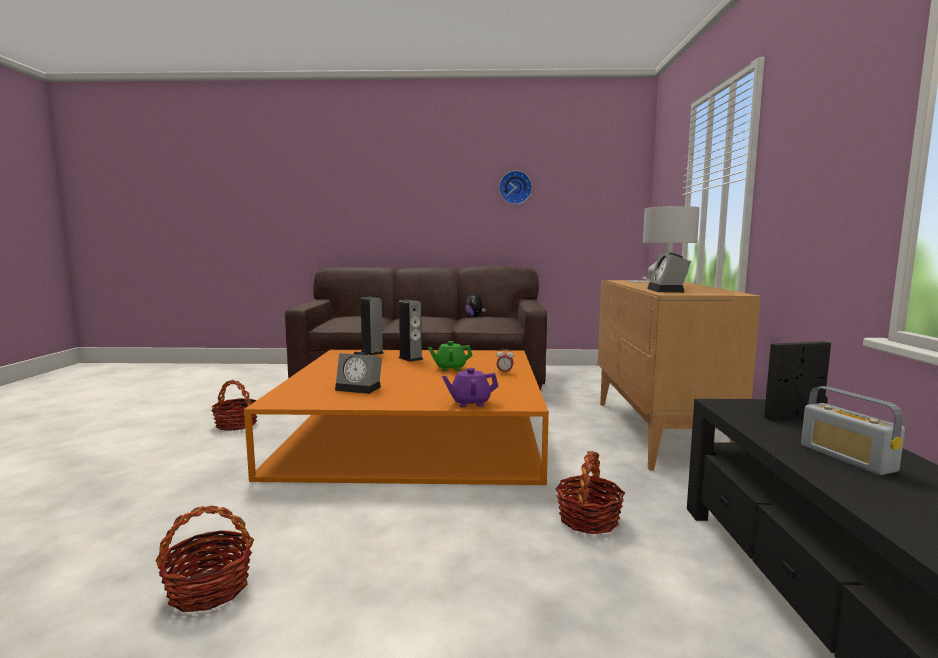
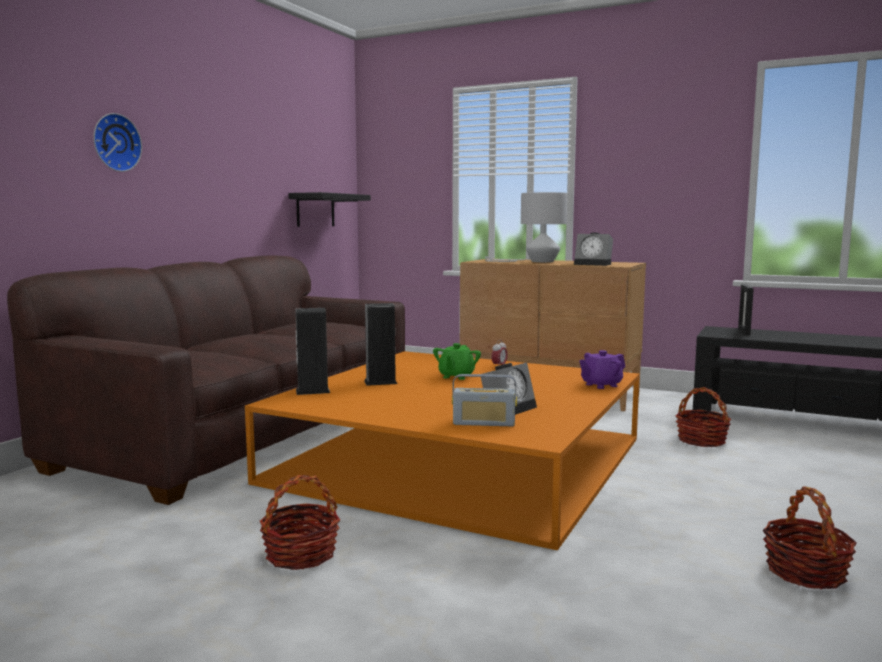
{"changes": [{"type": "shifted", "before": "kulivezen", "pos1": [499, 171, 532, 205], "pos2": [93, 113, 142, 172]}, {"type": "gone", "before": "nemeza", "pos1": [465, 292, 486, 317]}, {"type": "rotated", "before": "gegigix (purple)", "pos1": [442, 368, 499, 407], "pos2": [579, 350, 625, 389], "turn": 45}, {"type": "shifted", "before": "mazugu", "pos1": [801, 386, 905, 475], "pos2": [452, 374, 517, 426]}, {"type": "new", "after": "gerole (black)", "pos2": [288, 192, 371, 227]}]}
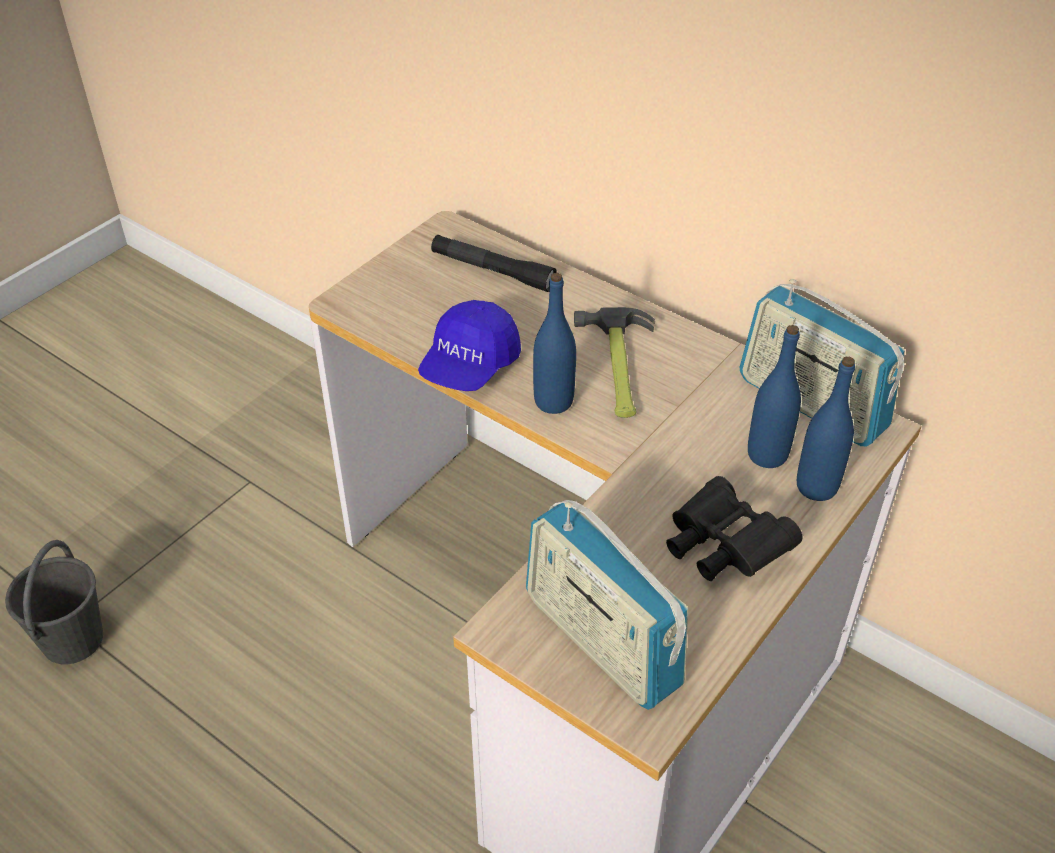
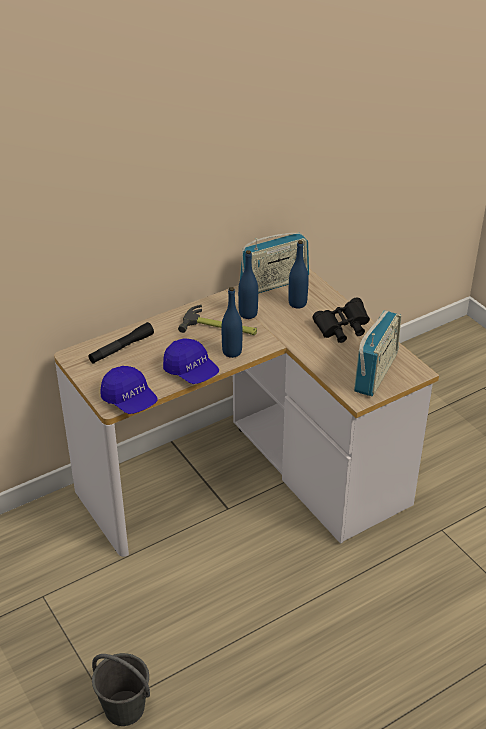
{"changes": [{"type": "shifted", "before": "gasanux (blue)", "pos1": [797, 357, 855, 501], "pos2": [238, 250, 258, 319]}, {"type": "rotated", "before": "mazugu", "pos1": [526, 500, 688, 710], "pos2": [354, 310, 401, 397], "turn": -45}, {"type": "new", "after": "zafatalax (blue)", "pos2": [101, 366, 158, 414]}]}
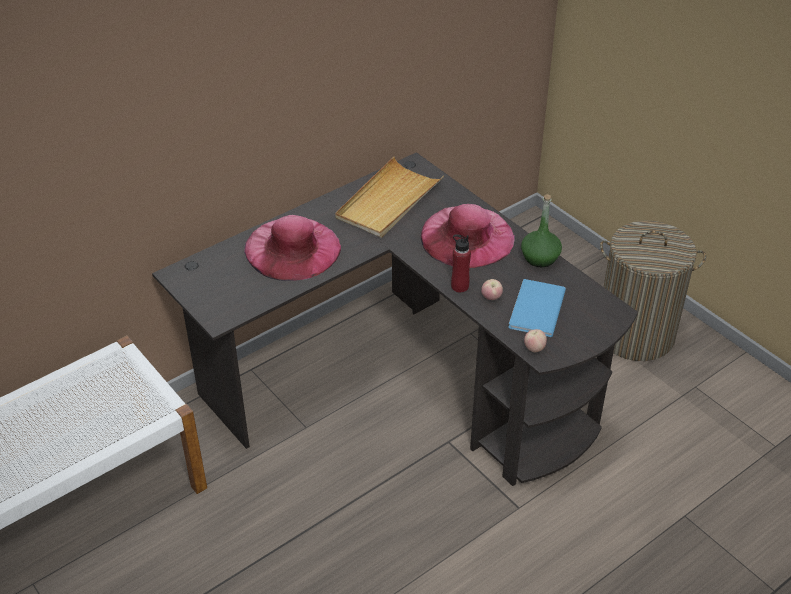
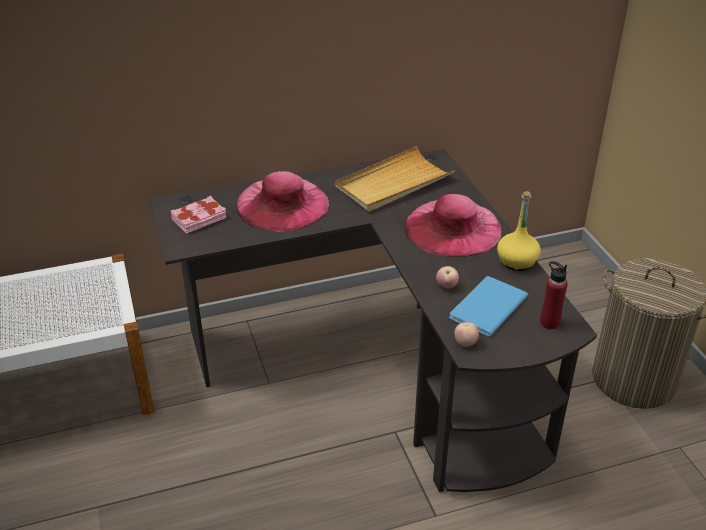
{"changes": [{"type": "repainted", "before": "gasanux (green)", "after": "gasanux (yellow)", "pos1": [521, 194, 562, 267], "pos2": [497, 191, 541, 271]}, {"type": "shifted", "before": "gasanux (red)", "pos1": [451, 234, 471, 293], "pos2": [540, 261, 568, 329]}, {"type": "new", "after": "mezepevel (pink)", "pos2": [171, 196, 227, 234]}]}
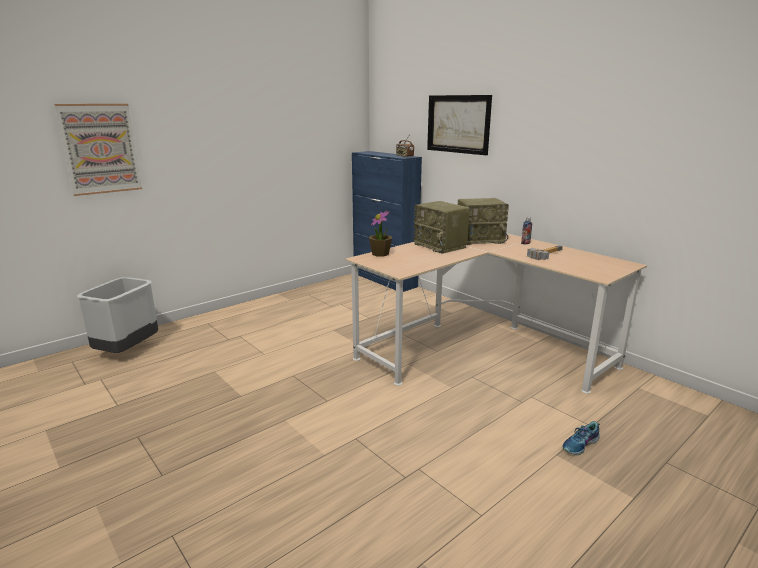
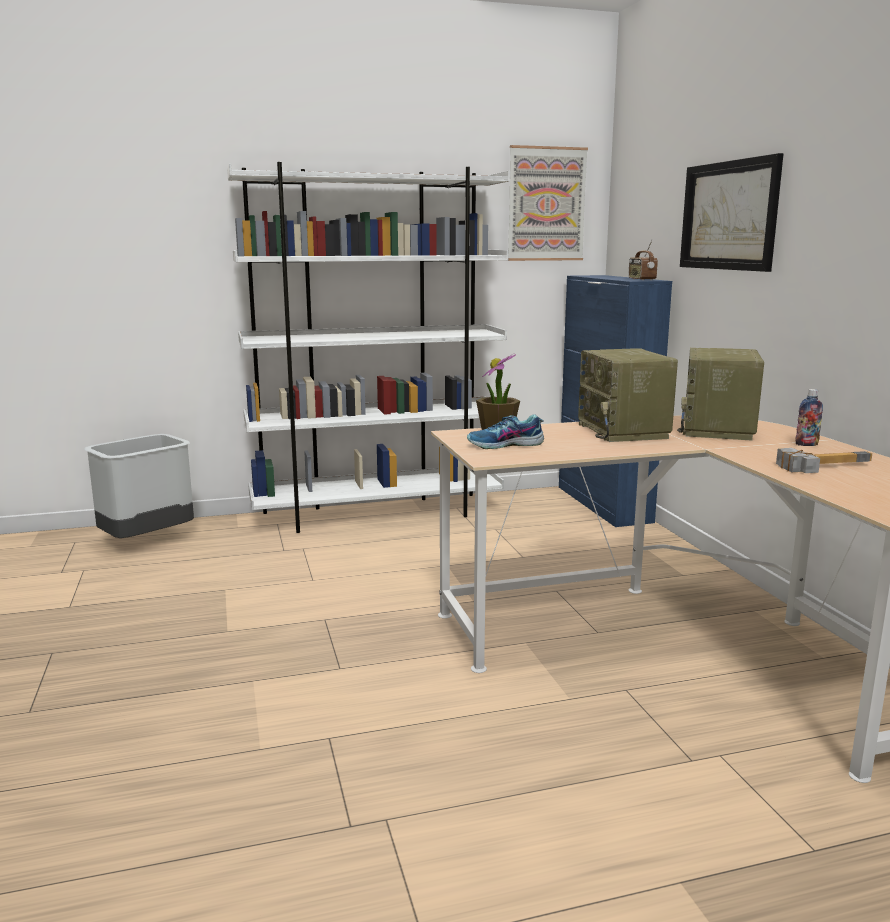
{"changes": [{"type": "shifted", "before": "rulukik", "pos1": [55, 104, 142, 196], "pos2": [508, 145, 588, 261]}, {"type": "rotated", "before": "mazugu", "pos1": [458, 198, 509, 245], "pos2": [677, 348, 764, 441], "turn": 90}, {"type": "shifted", "before": "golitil", "pos1": [562, 421, 600, 455], "pos2": [467, 414, 544, 449]}, {"type": "new", "after": "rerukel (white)", "pos2": [227, 162, 510, 533]}]}
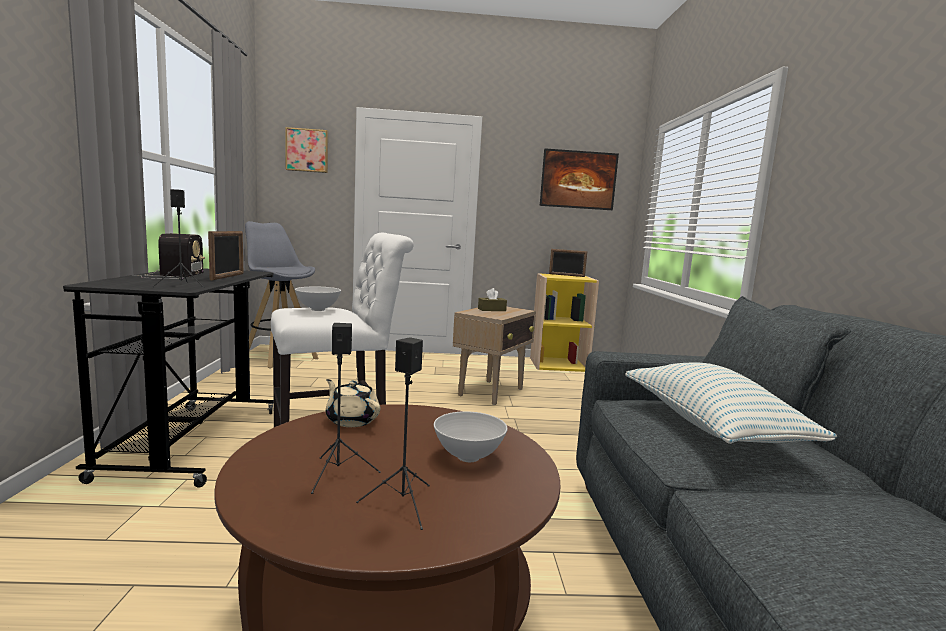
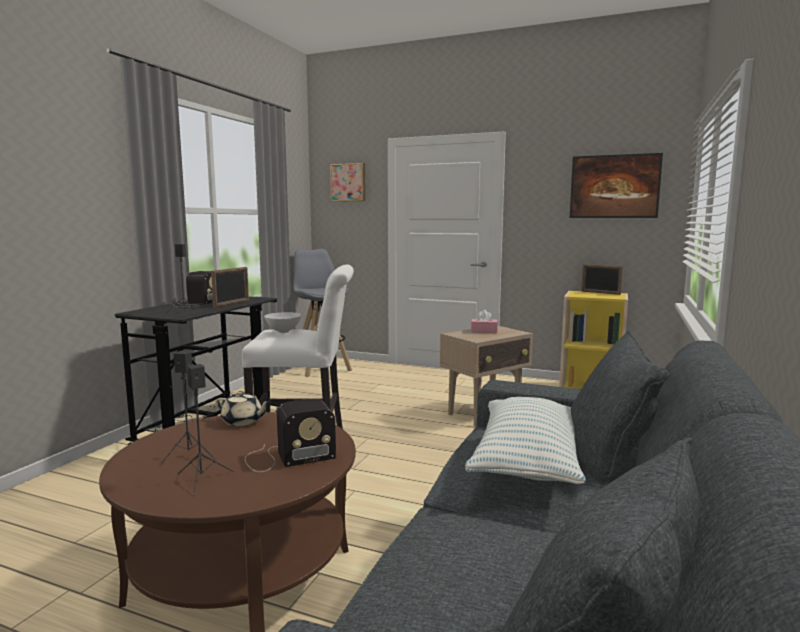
{"changes": [{"type": "repainted", "before": "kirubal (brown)", "after": "kirubal (pink)", "pos1": [478, 288, 507, 311], "pos2": [471, 310, 498, 333]}, {"type": "rotated", "before": "gegigix (beige)", "pos1": [326, 379, 381, 427], "pos2": [216, 391, 271, 426], "turn": 135}, {"type": "swapped", "before": "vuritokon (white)", "after": "mazugu", "pos1": [434, 411, 508, 462], "pos2": [245, 398, 336, 472]}]}
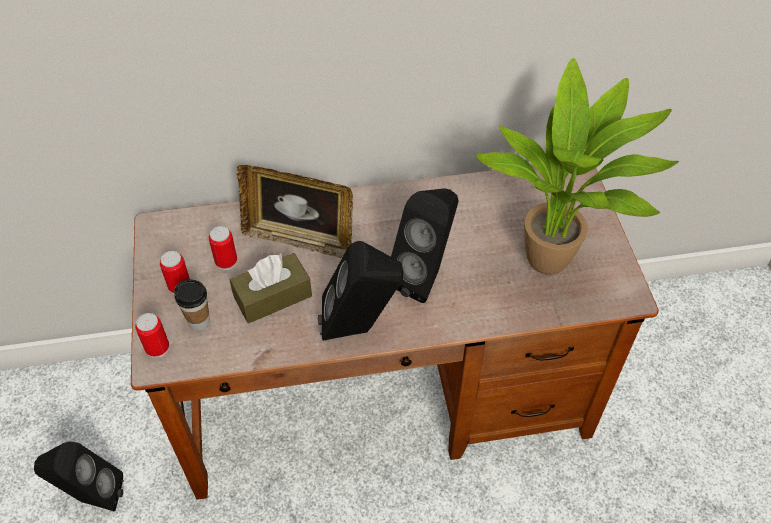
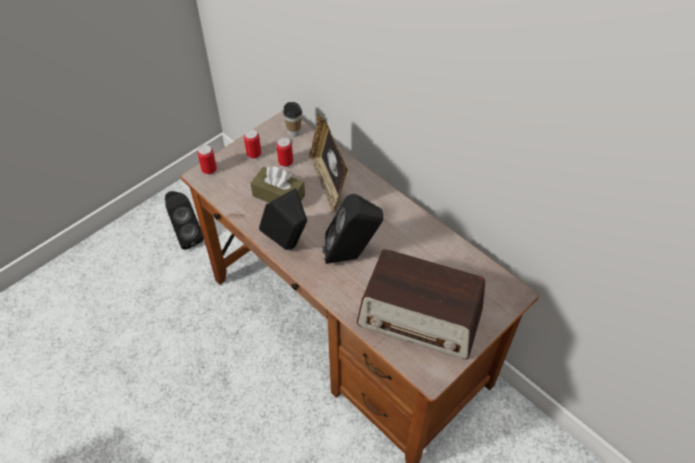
{"changes": [{"type": "swapped", "before": "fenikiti", "after": "mazugu", "pos1": [475, 58, 679, 275], "pos2": [357, 249, 485, 359]}, {"type": "shifted", "before": "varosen", "pos1": [174, 279, 210, 330], "pos2": [283, 102, 302, 137]}]}
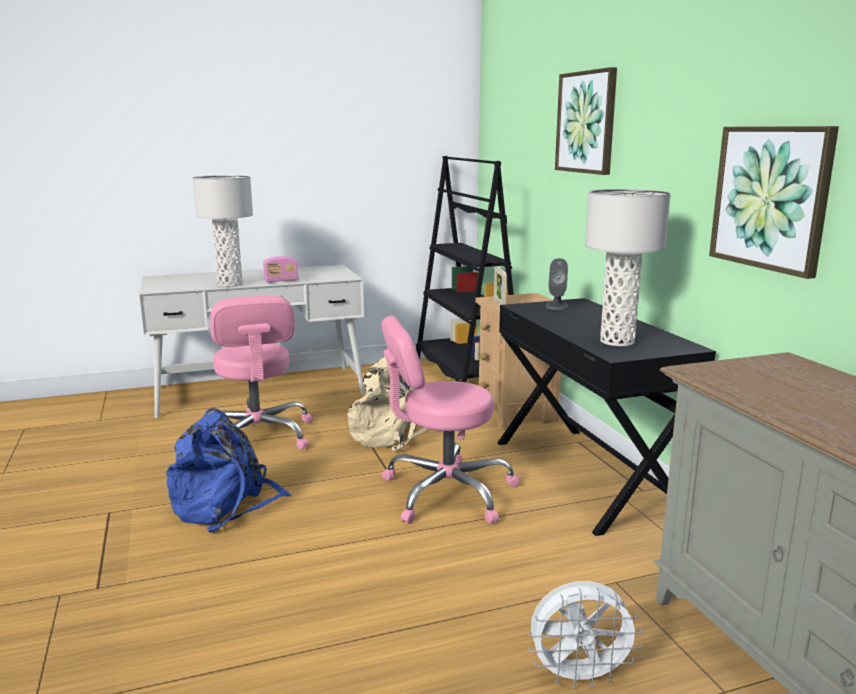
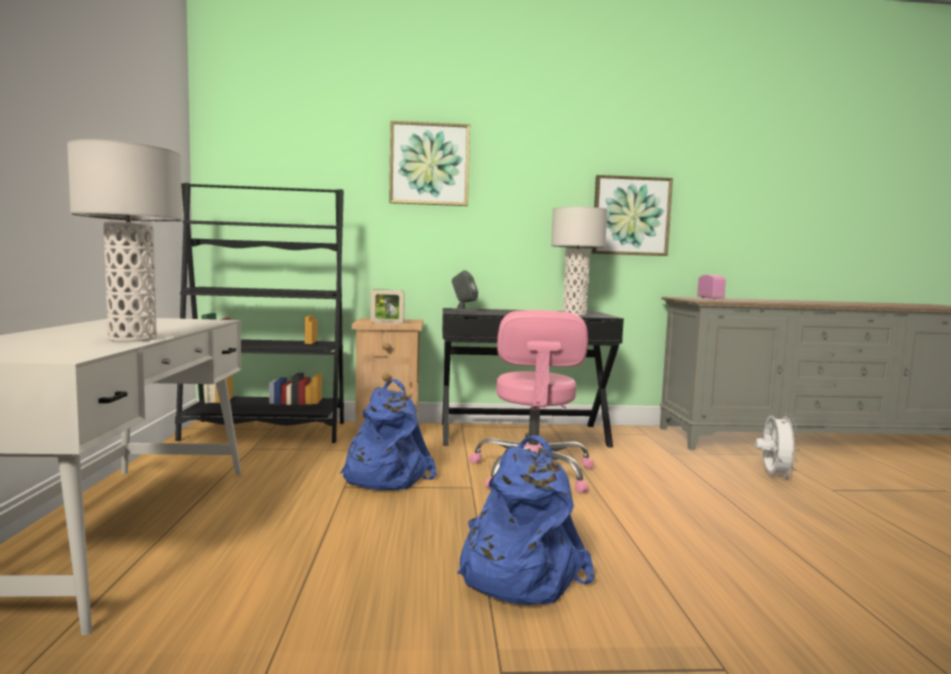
{"changes": [{"type": "shifted", "before": "mazugu", "pos1": [263, 256, 298, 283], "pos2": [697, 275, 726, 299]}, {"type": "gone", "before": "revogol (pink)", "pos1": [201, 296, 313, 450]}, {"type": "repainted", "before": "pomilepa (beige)", "after": "pomilepa (blue)", "pos1": [347, 356, 428, 452], "pos2": [340, 379, 437, 490]}]}
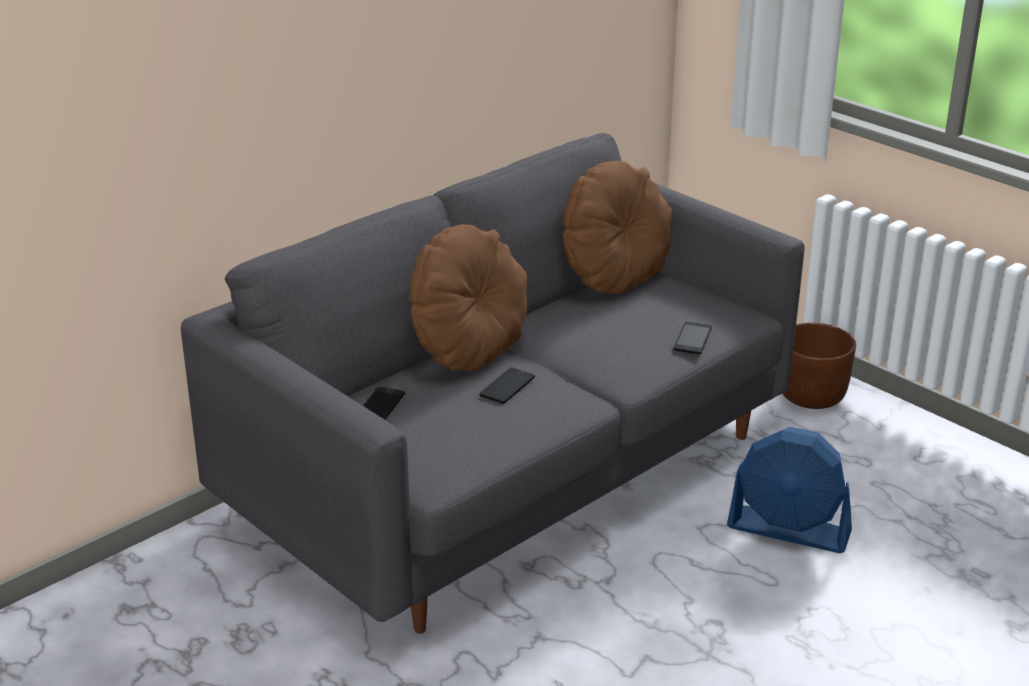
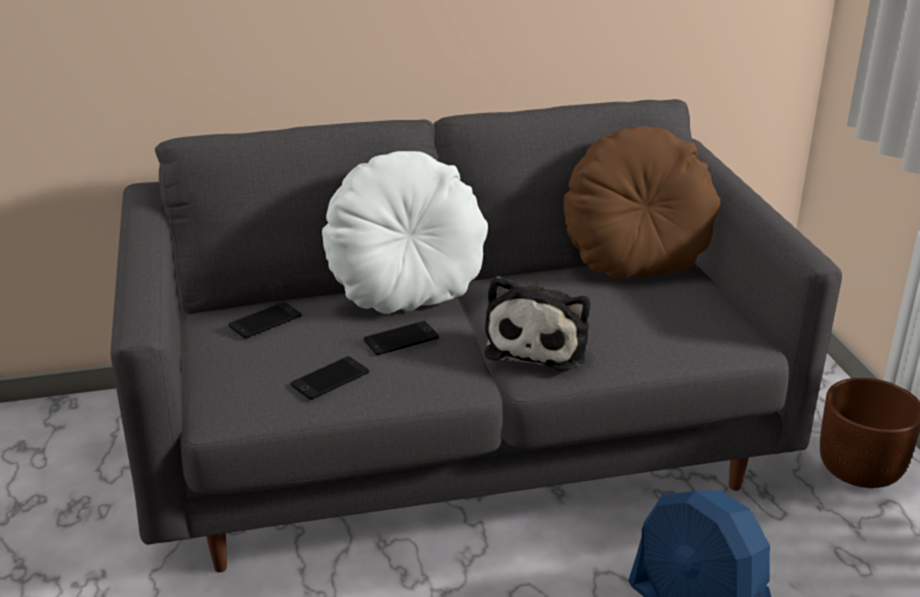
{"changes": [{"type": "repainted", "before": "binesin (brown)", "after": "binesin (white)", "pos1": [409, 224, 527, 371], "pos2": [322, 151, 488, 314]}, {"type": "shifted", "before": "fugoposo", "pos1": [673, 322, 712, 354], "pos2": [291, 356, 369, 400]}, {"type": "new", "after": "nemeza", "pos2": [484, 276, 590, 371]}]}
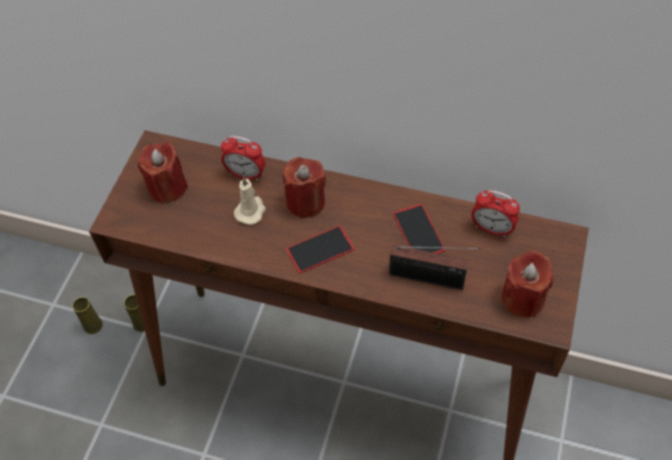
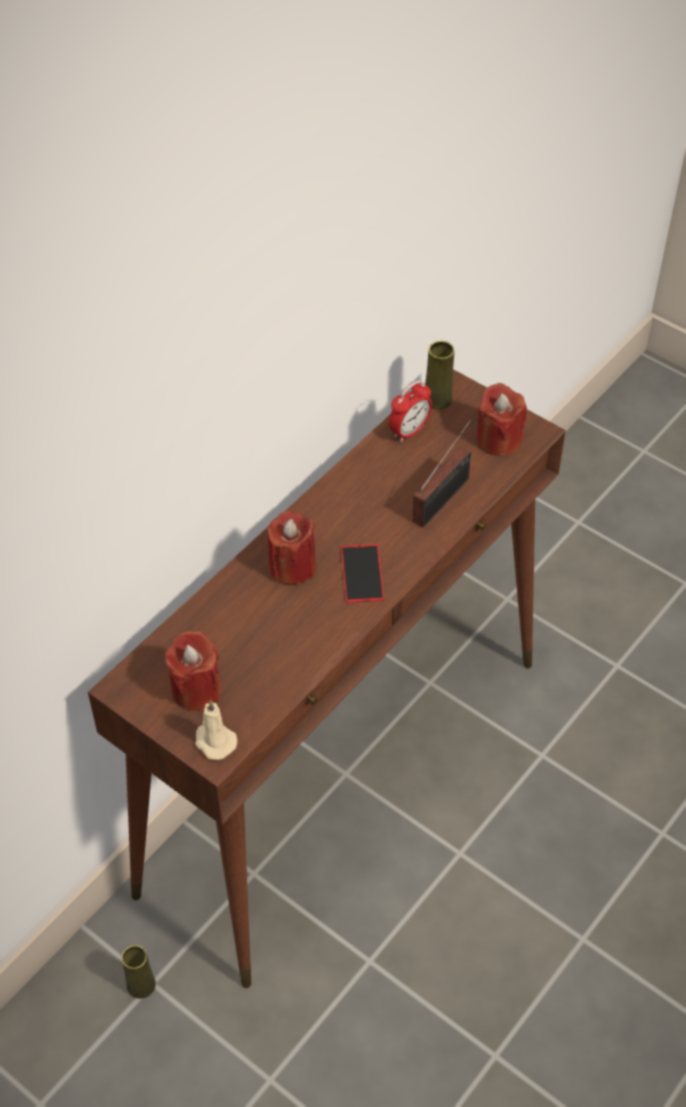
{"changes": [{"type": "gone", "before": "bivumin", "pos1": [221, 136, 265, 181]}, {"type": "shifted", "before": "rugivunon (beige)", "pos1": [234, 176, 266, 225], "pos2": [195, 700, 237, 760]}, {"type": "gone", "before": "fugoposo", "pos1": [393, 204, 445, 254]}, {"type": "shifted", "before": "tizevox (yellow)", "pos1": [72, 297, 103, 334], "pos2": [425, 341, 454, 410]}]}
